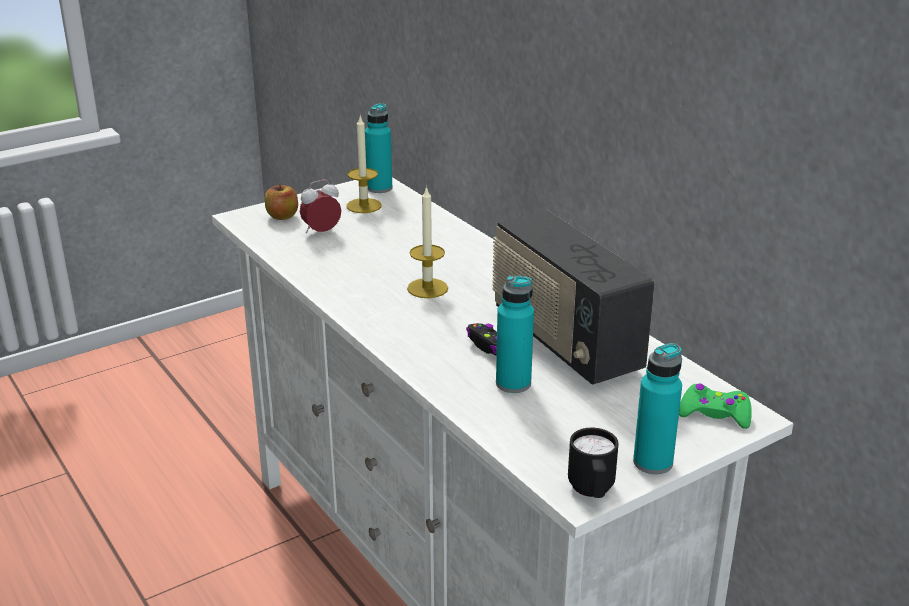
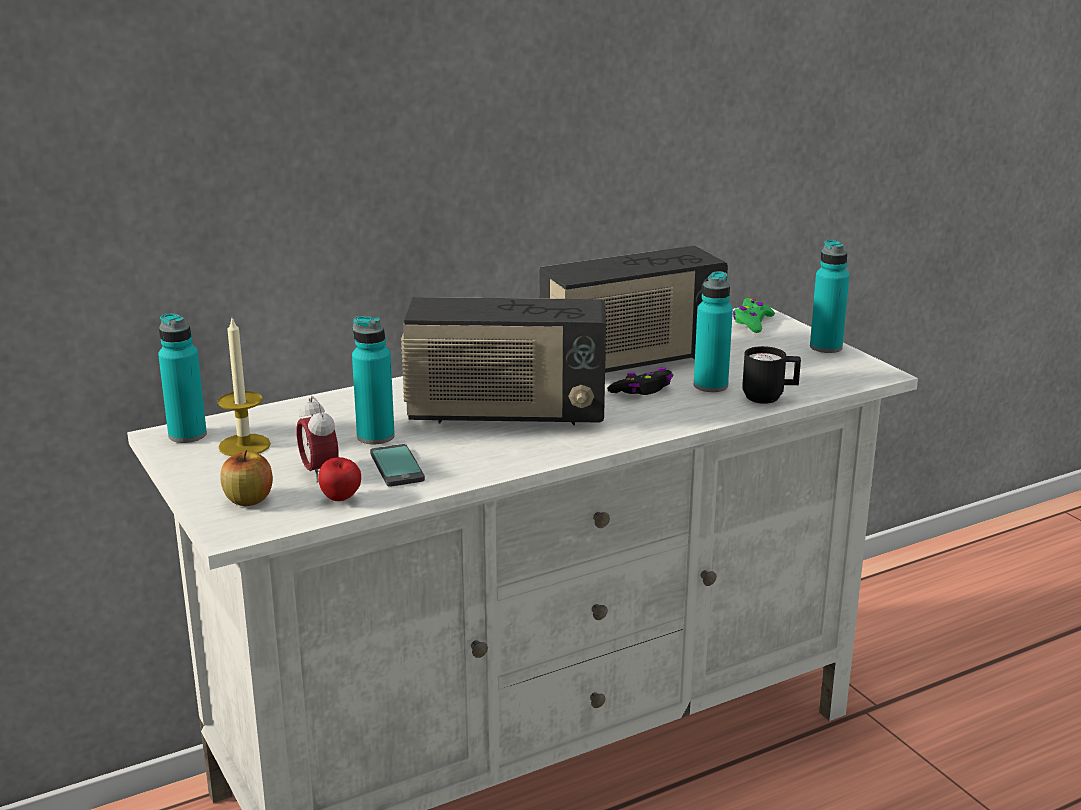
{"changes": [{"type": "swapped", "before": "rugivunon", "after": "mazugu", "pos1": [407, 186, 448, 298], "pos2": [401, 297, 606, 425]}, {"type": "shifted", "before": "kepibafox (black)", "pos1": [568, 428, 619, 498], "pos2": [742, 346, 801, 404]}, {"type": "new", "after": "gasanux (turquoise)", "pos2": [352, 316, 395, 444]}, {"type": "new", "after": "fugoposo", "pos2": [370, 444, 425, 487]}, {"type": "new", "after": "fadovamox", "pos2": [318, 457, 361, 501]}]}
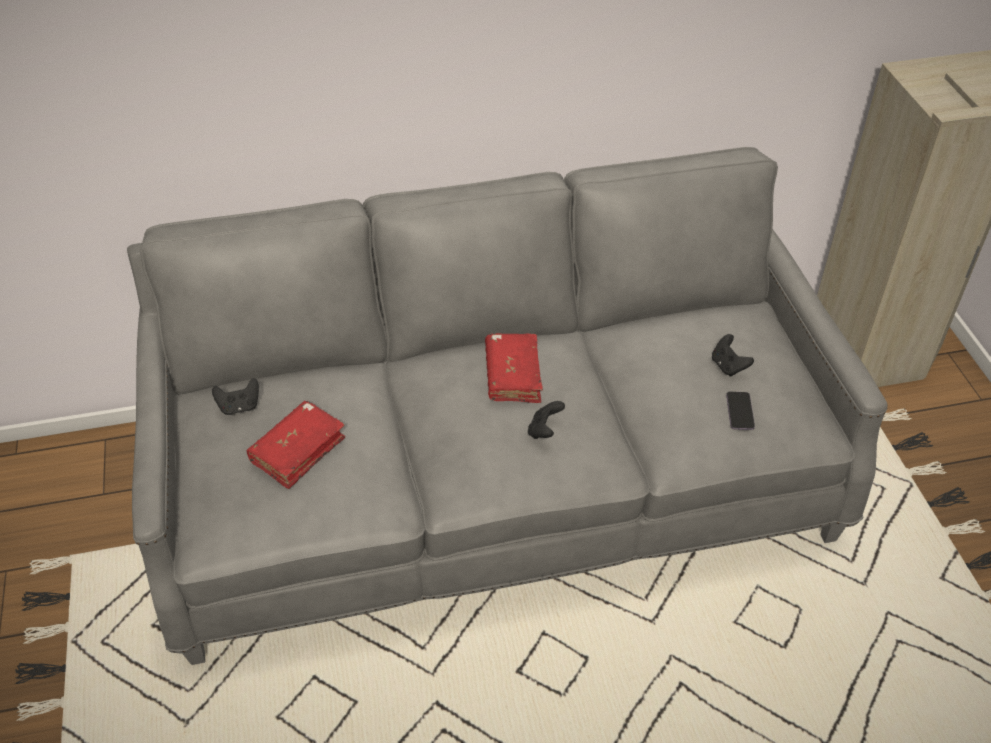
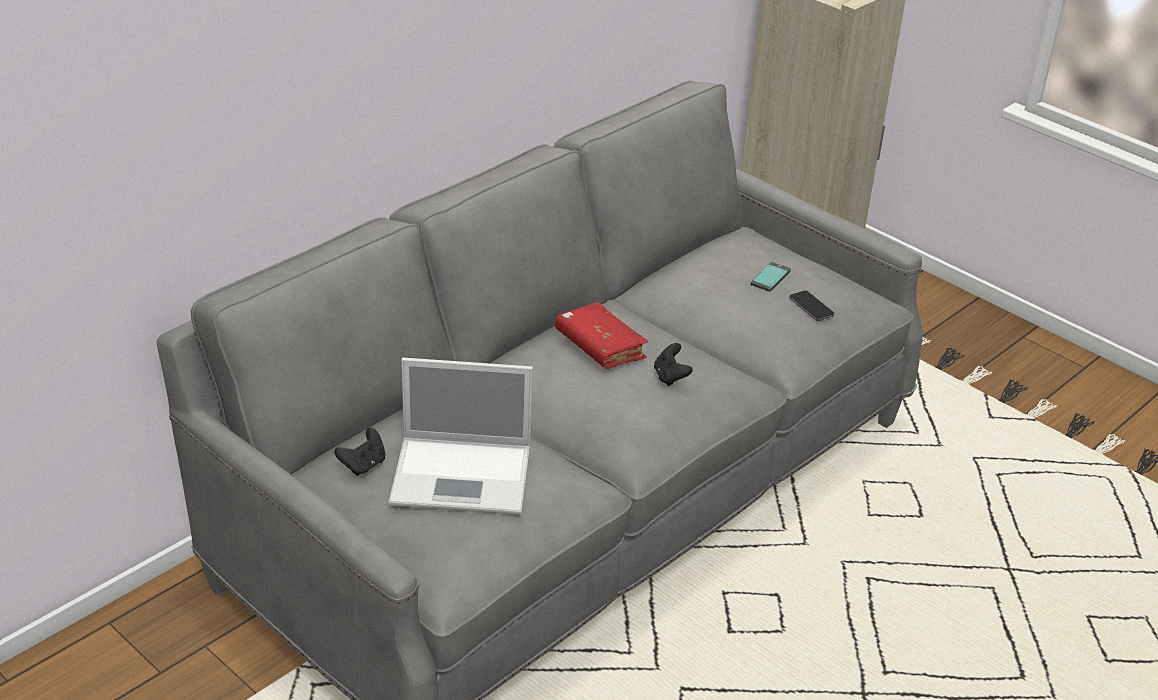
{"changes": [{"type": "swapped", "before": "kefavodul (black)", "after": "fugoposo", "pos1": [712, 334, 754, 377], "pos2": [751, 262, 791, 292]}, {"type": "swapped", "before": "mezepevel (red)", "after": "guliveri", "pos1": [247, 401, 345, 489], "pos2": [389, 358, 533, 515]}]}
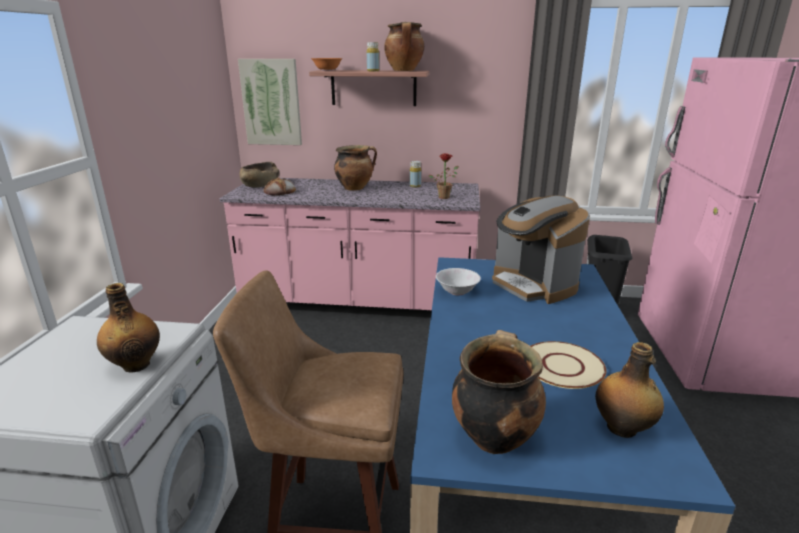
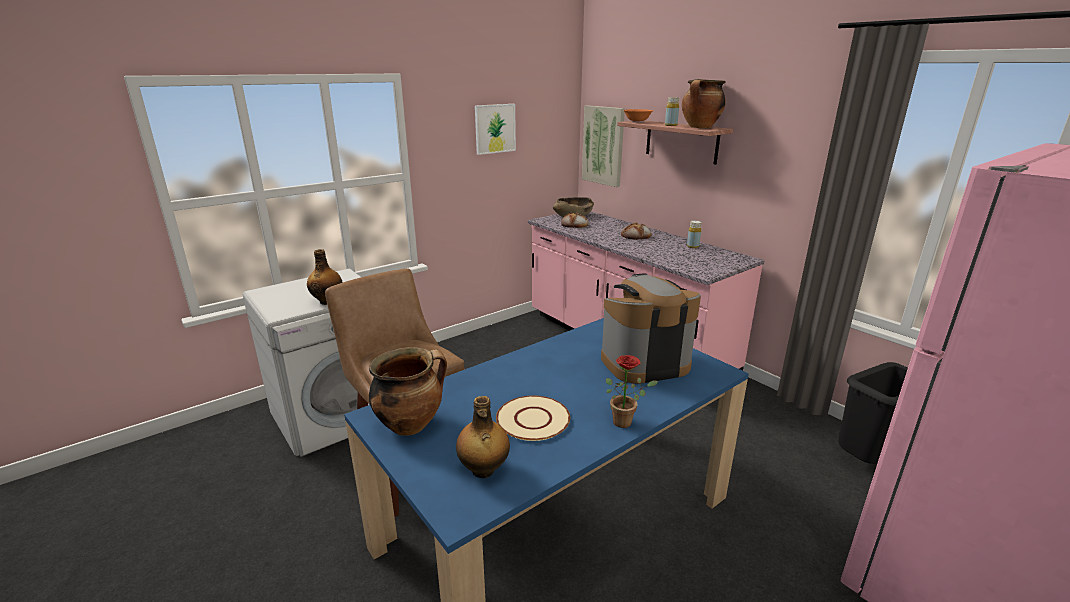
{"changes": [{"type": "swapped", "before": "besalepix", "after": "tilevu", "pos1": [334, 145, 377, 191], "pos2": [621, 222, 651, 240]}, {"type": "shifted", "before": "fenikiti", "pos1": [428, 153, 459, 199], "pos2": [606, 355, 658, 428]}, {"type": "rotated", "before": "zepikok", "pos1": [492, 196, 590, 304], "pos2": [601, 273, 701, 384], "turn": 60}, {"type": "gone", "before": "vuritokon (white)", "pos1": [436, 268, 481, 296]}, {"type": "new", "after": "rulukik", "pos2": [475, 104, 516, 155]}]}
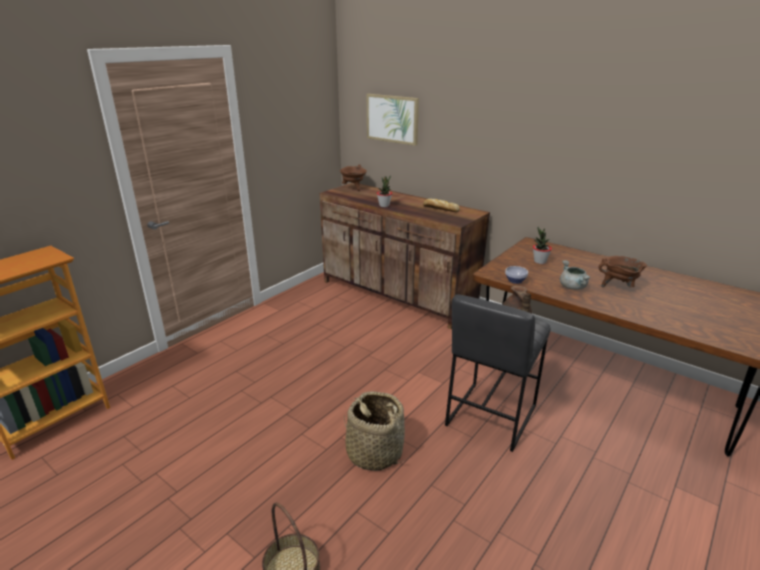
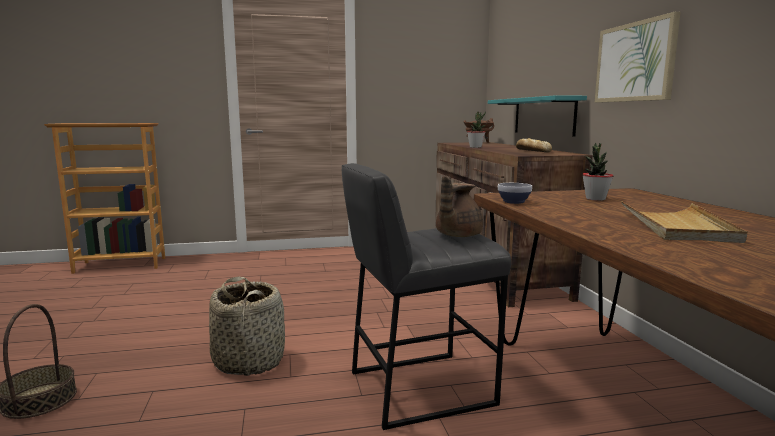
{"changes": [{"type": "shifted", "before": "rulukik", "pos1": [367, 94, 419, 146], "pos2": [595, 12, 681, 103]}, {"type": "swapped", "before": "besalepix (brown)", "after": "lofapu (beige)", "pos1": [599, 256, 647, 287], "pos2": [621, 201, 747, 243]}, {"type": "gone", "before": "besalepix (grey)", "pos1": [560, 260, 591, 290]}, {"type": "new", "after": "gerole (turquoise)", "pos2": [488, 95, 587, 137]}]}
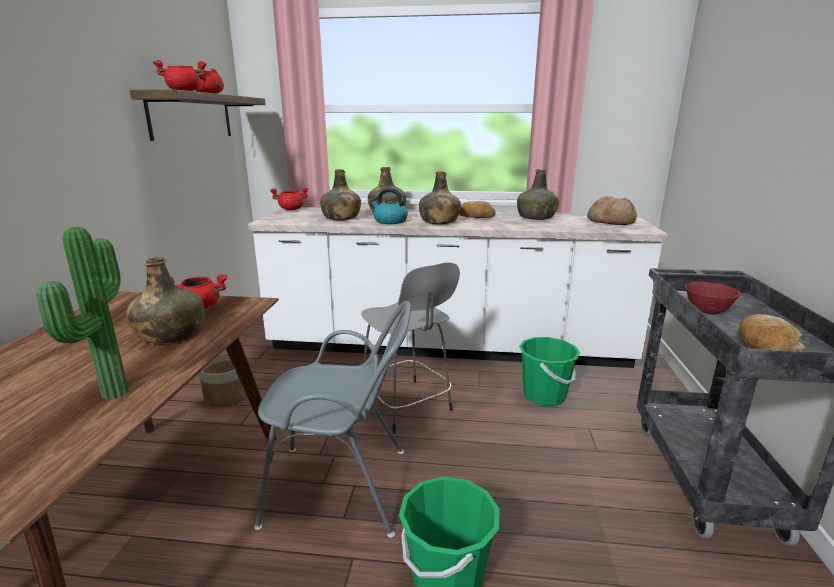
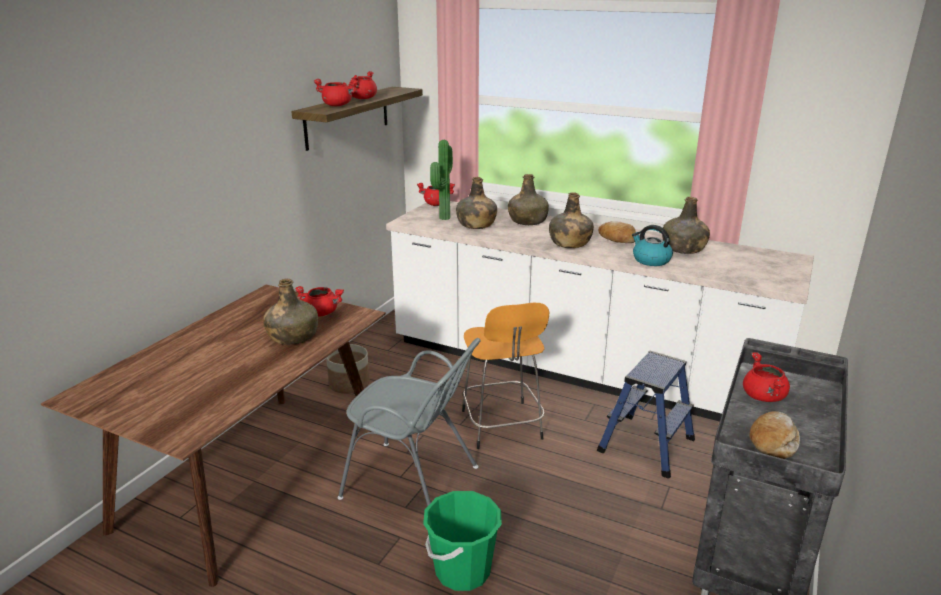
{"changes": [{"type": "shifted", "before": "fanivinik", "pos1": [370, 188, 408, 224], "pos2": [632, 225, 673, 266]}, {"type": "gone", "before": "tilevu", "pos1": [587, 196, 637, 225]}, {"type": "shifted", "before": "fenikiti", "pos1": [36, 227, 129, 400], "pos2": [430, 140, 453, 220]}, {"type": "repainted", "before": "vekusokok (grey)", "after": "vekusokok (orange)", "pos1": [361, 262, 460, 434], "pos2": [462, 303, 549, 449]}, {"type": "swapped", "before": "vuritokon (red)", "after": "besalepix (red)", "pos1": [685, 281, 741, 314], "pos2": [743, 353, 790, 402]}, {"type": "swapped", "before": "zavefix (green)", "after": "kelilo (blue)", "pos1": [519, 337, 580, 406], "pos2": [597, 350, 695, 479]}]}
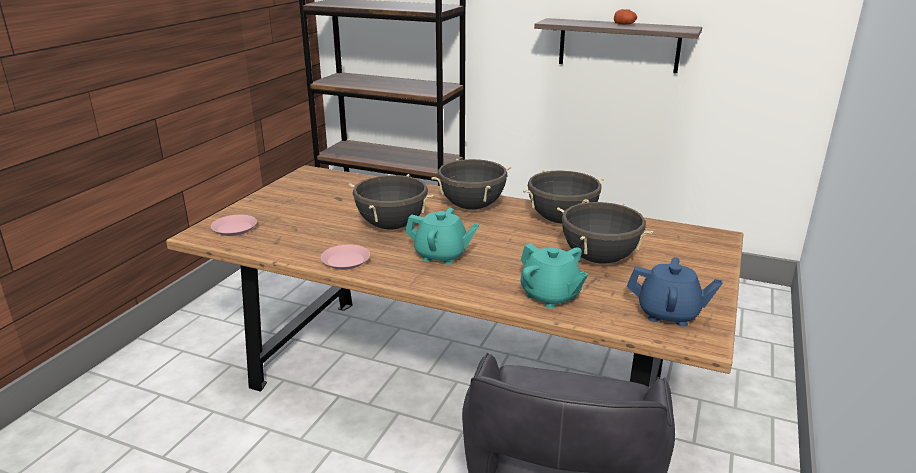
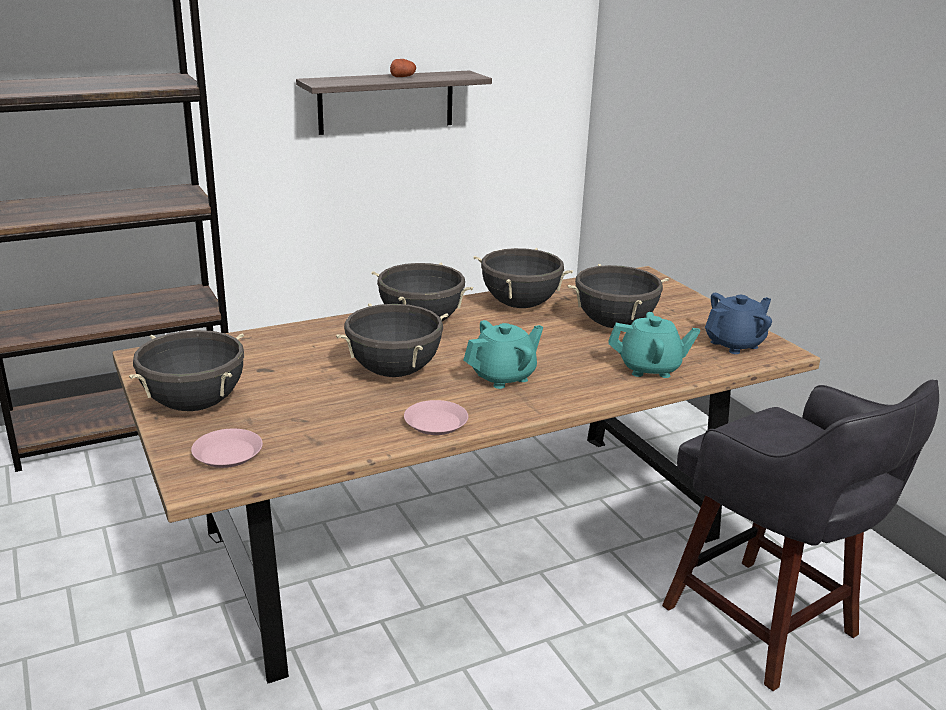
{"changes": [{"type": "new", "after": "besalepix (black)", "pos2": [129, 330, 244, 411]}]}
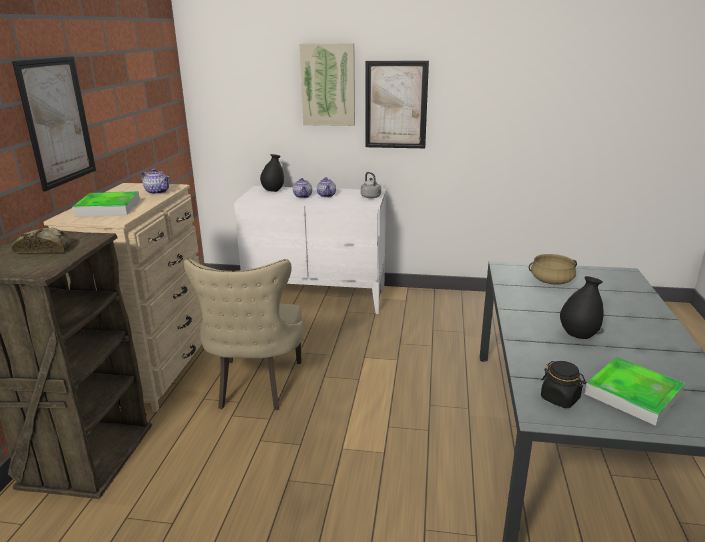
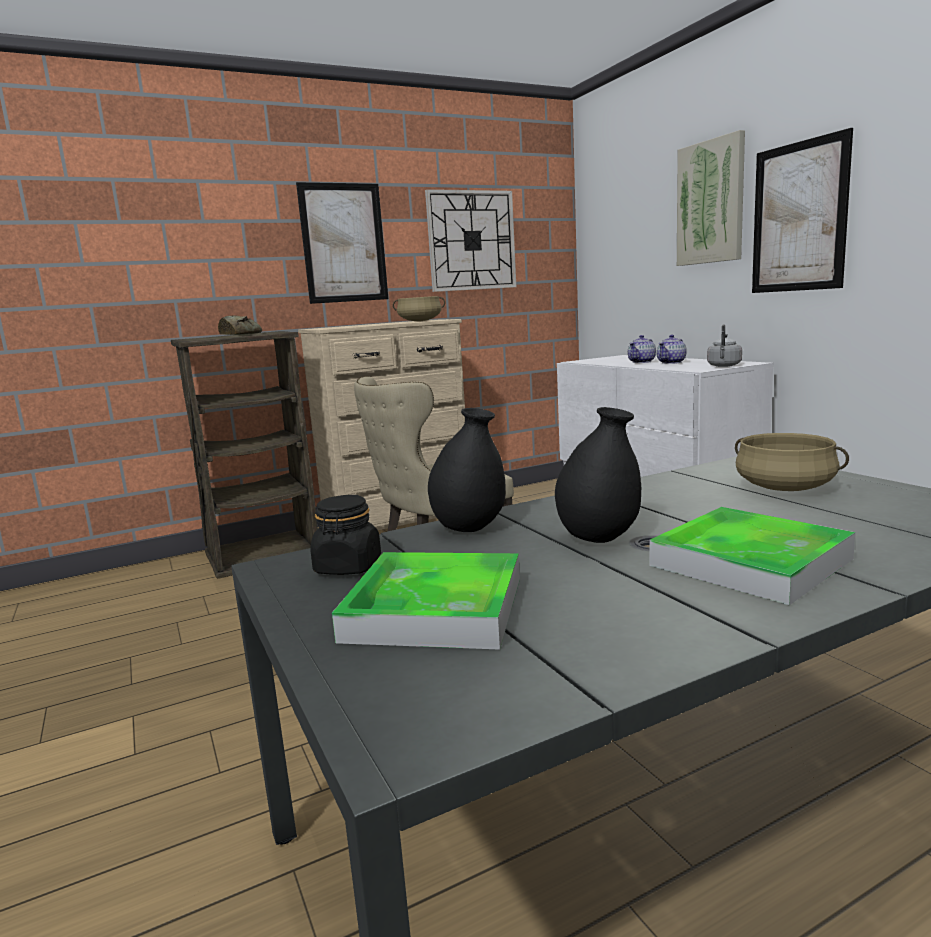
{"changes": [{"type": "shifted", "before": "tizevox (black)", "pos1": [260, 154, 284, 192], "pos2": [428, 408, 506, 532]}, {"type": "swapped", "before": "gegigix", "after": "besalepix (beige)", "pos1": [141, 168, 169, 194], "pos2": [393, 296, 445, 321]}, {"type": "shifted", "before": "lofapu", "pos1": [72, 191, 140, 217], "pos2": [649, 507, 855, 605]}, {"type": "new", "after": "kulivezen", "pos2": [425, 189, 516, 292]}]}
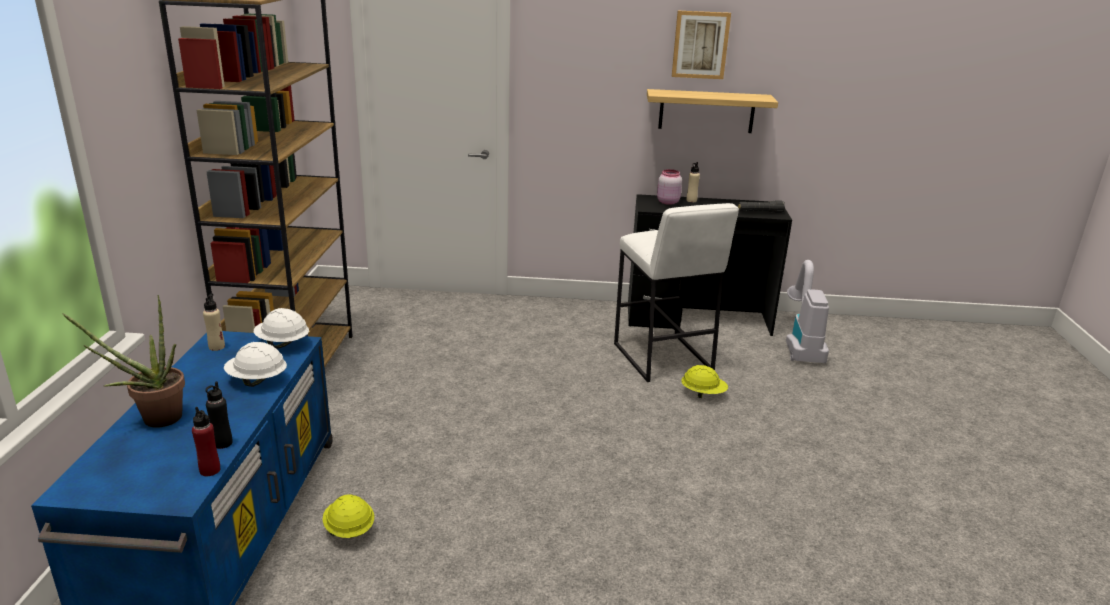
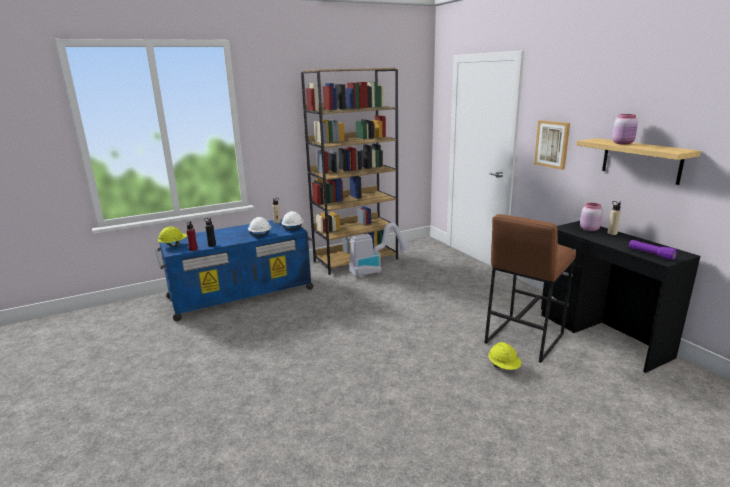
{"changes": [{"type": "shifted", "before": "rulukik", "pos1": [672, 11, 731, 79], "pos2": [534, 120, 570, 170]}, {"type": "repainted", "before": "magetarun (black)", "after": "magetarun (purple)", "pos1": [738, 200, 785, 213], "pos2": [629, 240, 678, 260]}, {"type": "repainted", "before": "vekusokok (white)", "after": "vekusokok (brown)", "pos1": [614, 203, 739, 382], "pos2": [485, 214, 576, 363]}, {"type": "shifted", "before": "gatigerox", "pos1": [786, 260, 829, 363], "pos2": [349, 223, 410, 278]}, {"type": "gone", "before": "fenikiti", "pos1": [62, 295, 185, 428]}, {"type": "shifted", "before": "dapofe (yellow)", "pos1": [322, 494, 374, 538], "pos2": [158, 226, 187, 247]}, {"type": "new", "after": "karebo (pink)", "pos2": [612, 114, 638, 144]}]}
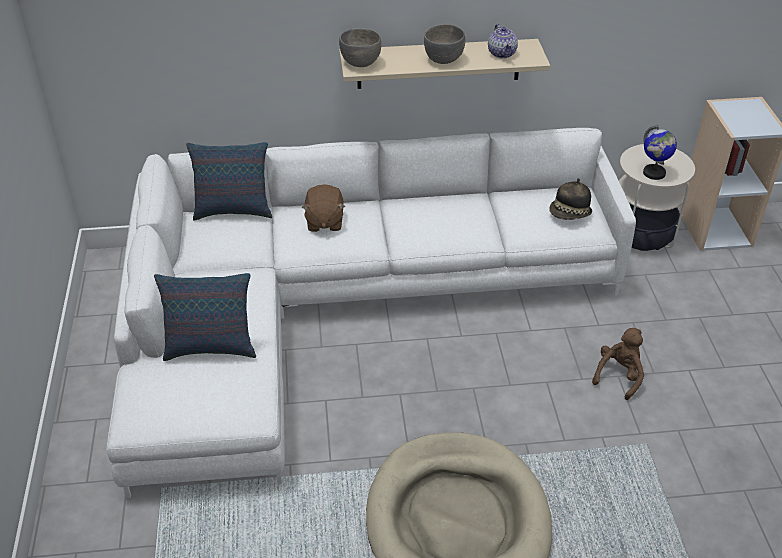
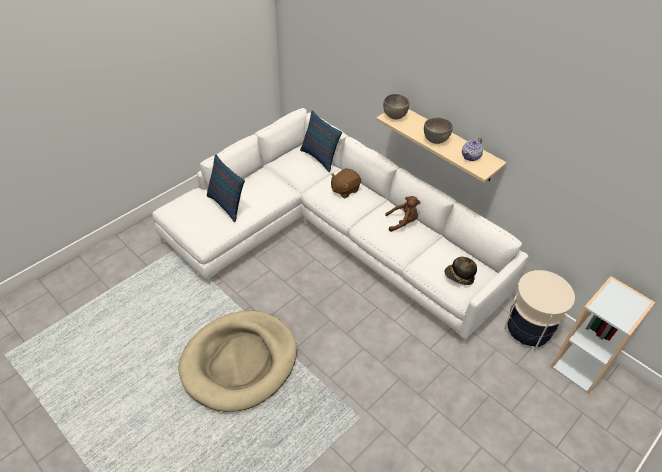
{"changes": [{"type": "gone", "before": "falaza", "pos1": [643, 125, 677, 180]}, {"type": "shifted", "before": "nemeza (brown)", "pos1": [592, 328, 644, 400], "pos2": [385, 196, 421, 232]}]}
